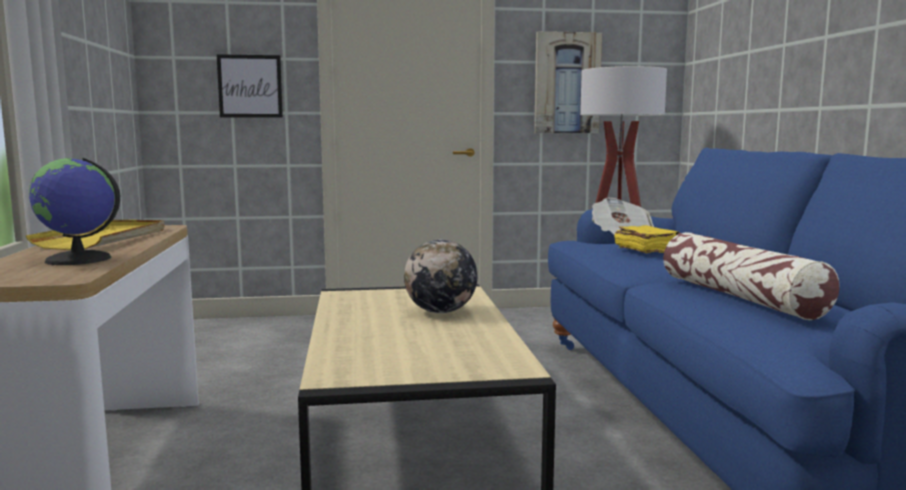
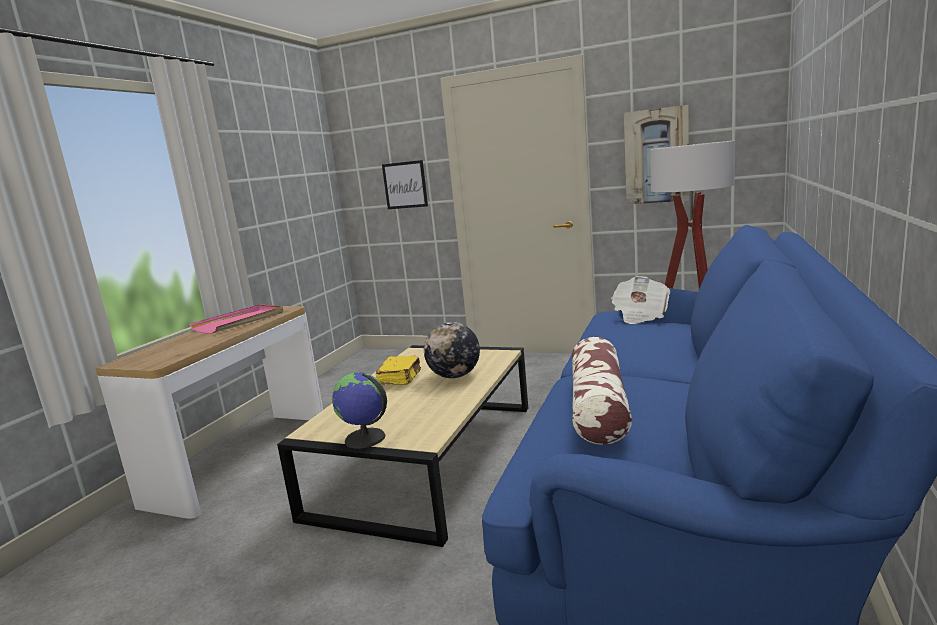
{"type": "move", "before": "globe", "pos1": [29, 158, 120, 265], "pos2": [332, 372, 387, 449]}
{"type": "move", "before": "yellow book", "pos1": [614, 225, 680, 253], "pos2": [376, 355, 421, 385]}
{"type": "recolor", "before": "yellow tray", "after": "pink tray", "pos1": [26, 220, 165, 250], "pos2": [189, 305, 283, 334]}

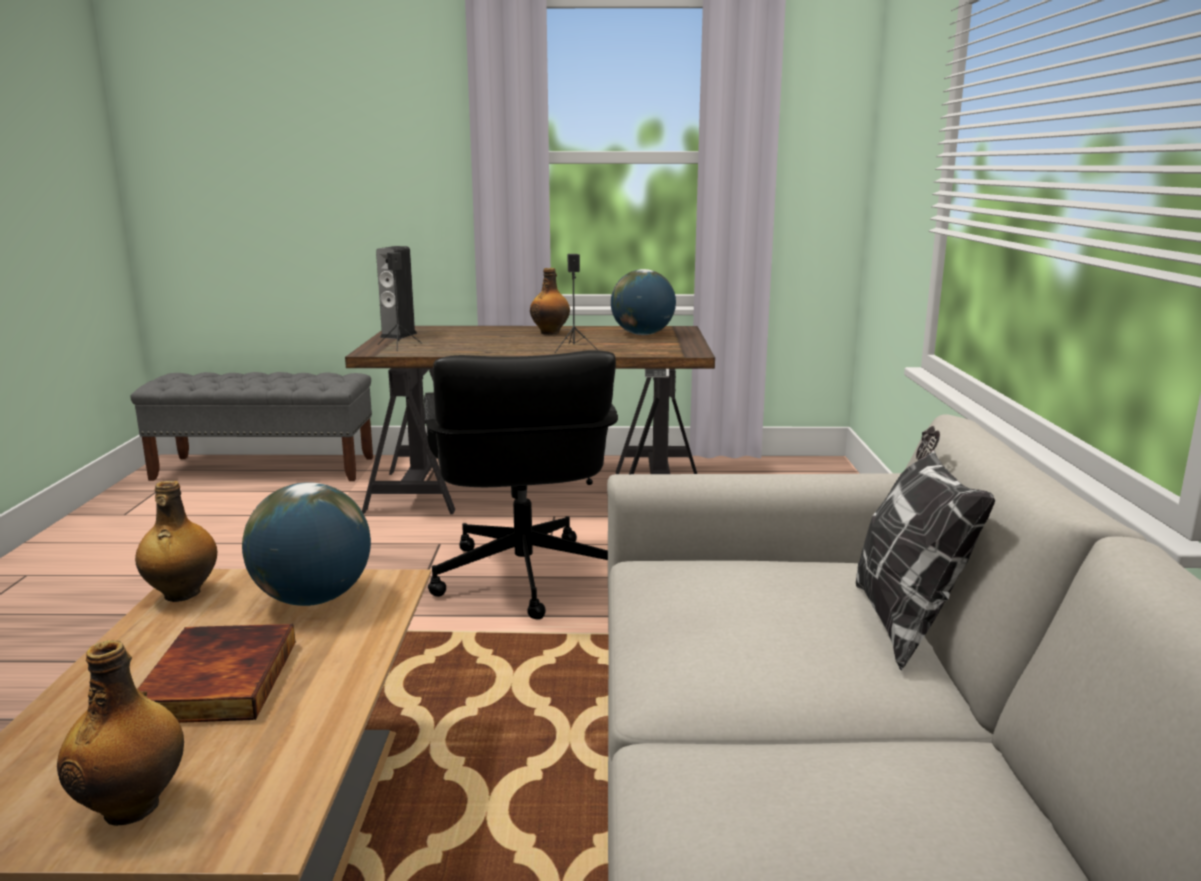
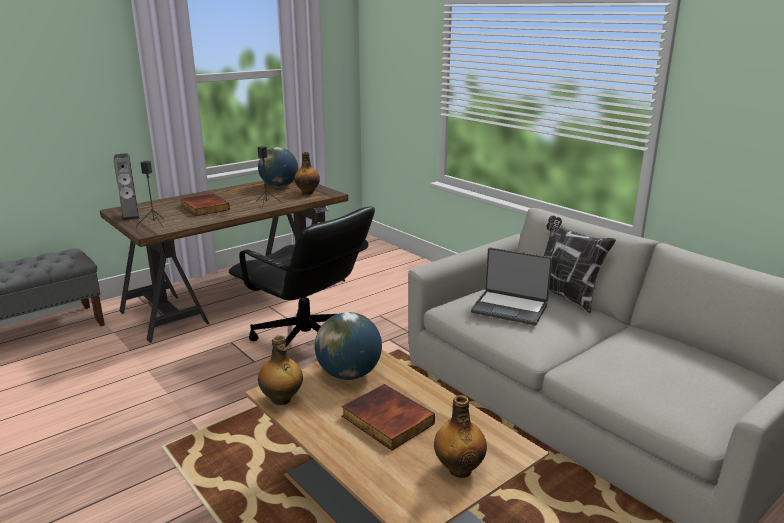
{"type": "insert", "after": "book", "pos2": [180, 193, 230, 216]}
{"type": "insert", "after": "laptop", "pos2": [471, 247, 552, 325]}
{"type": "move", "before": "bottle", "pos1": [530, 268, 570, 335], "pos2": [294, 152, 320, 195]}

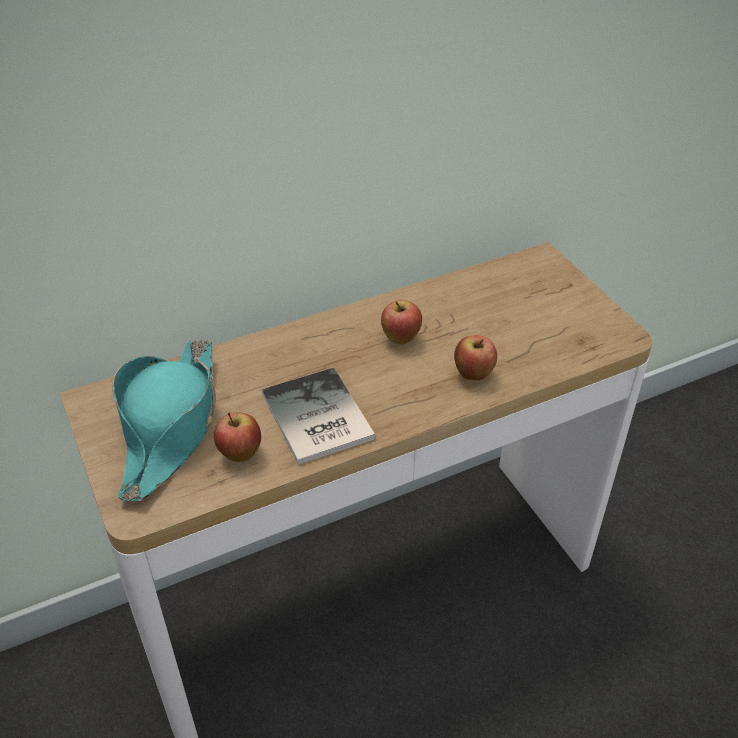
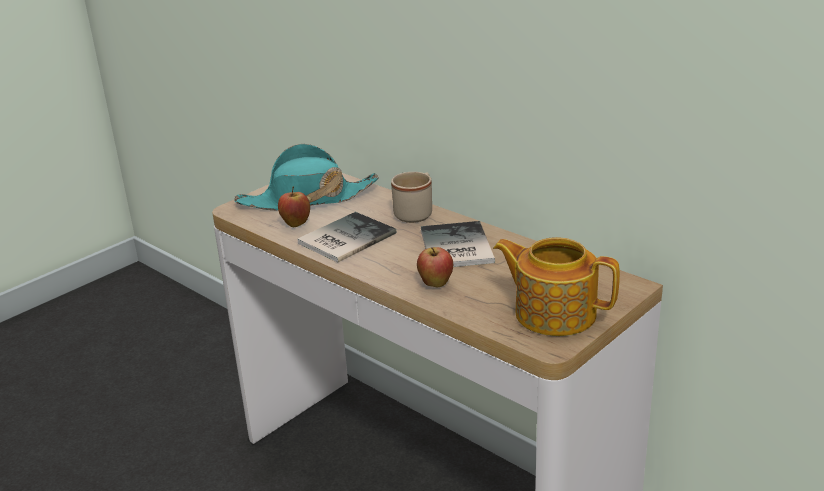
{"type": "insert", "after": "beige mug", "pos2": [391, 172, 432, 223]}
{"type": "insert", "after": "teapot", "pos2": [493, 237, 620, 336]}
{"type": "replace", "before": "apple", "after": "book", "pos1": [381, 300, 422, 344], "pos2": [421, 221, 495, 267]}

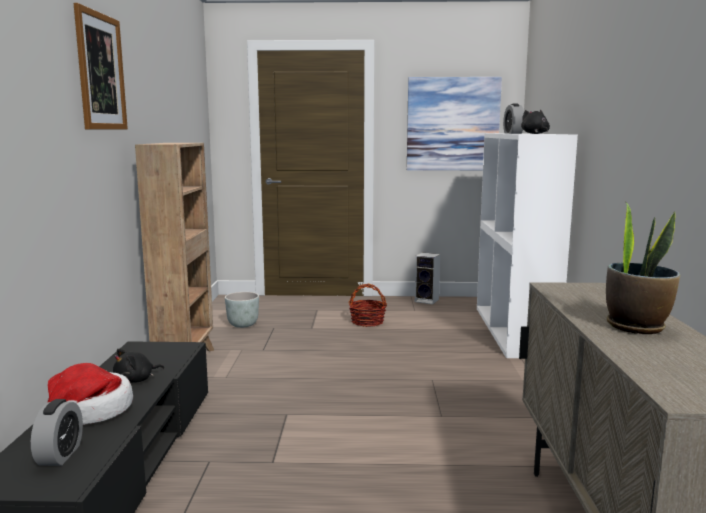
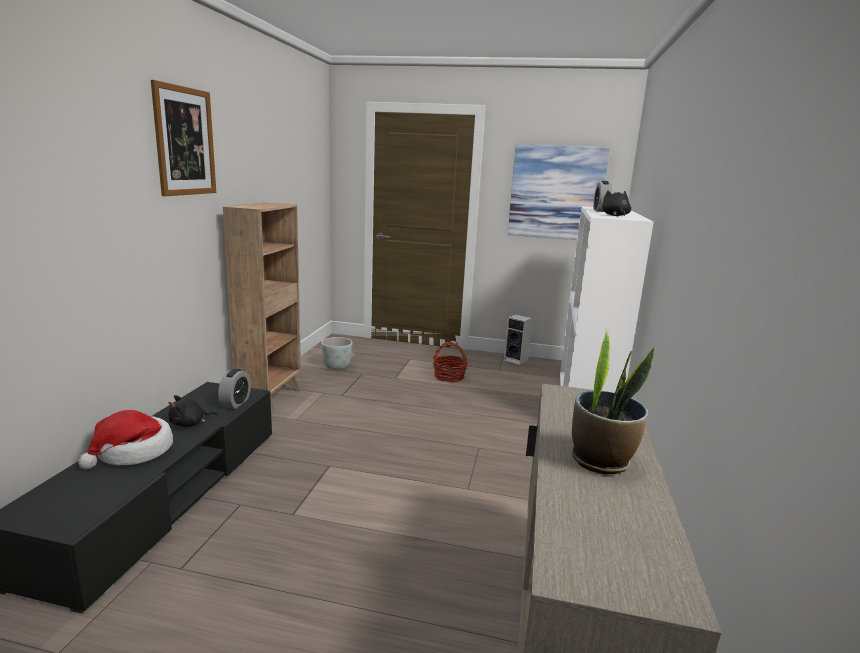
{"type": "move", "before": "alarm clock", "pos1": [31, 399, 83, 466], "pos2": [218, 369, 251, 409]}

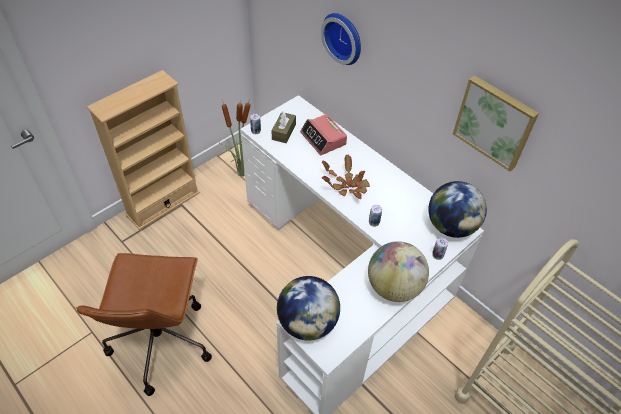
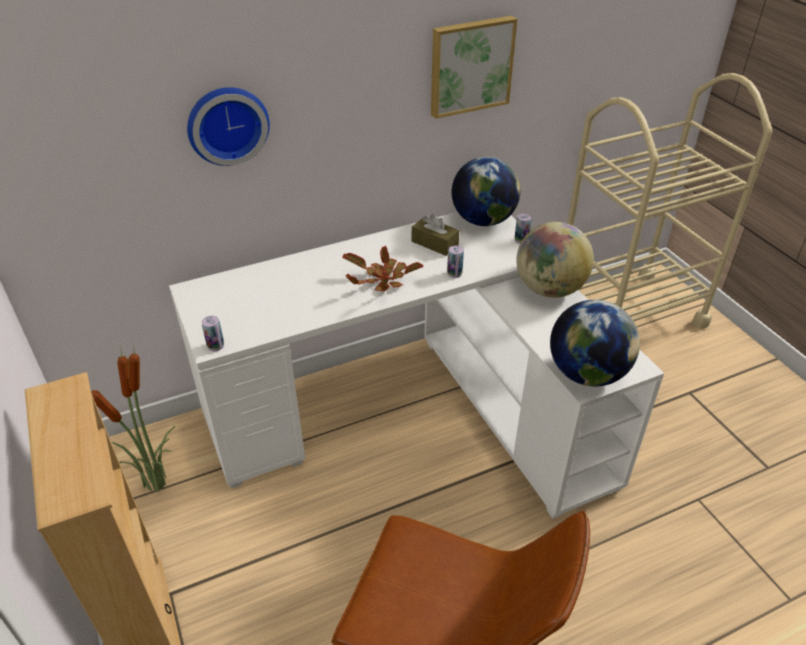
{"type": "delete", "before": "alarm clock", "pos1": [300, 114, 347, 155]}
{"type": "move", "before": "brown tissue box", "pos1": [271, 112, 296, 143], "pos2": [412, 213, 459, 256]}

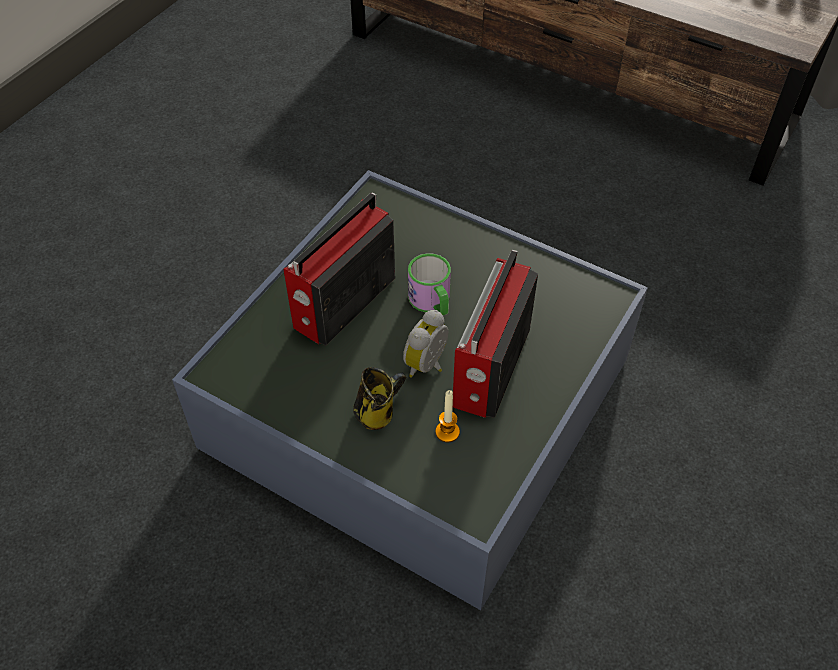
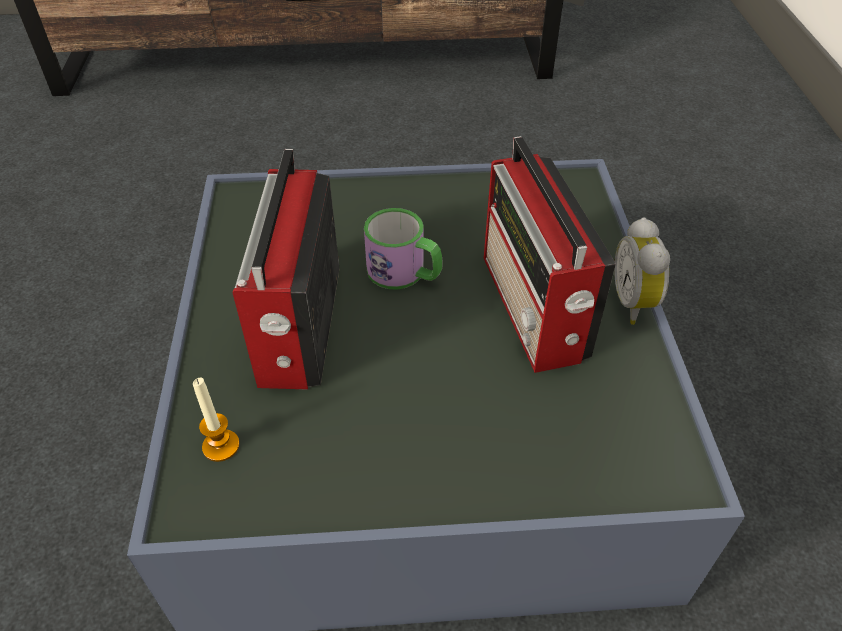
{"type": "delete", "before": "mug", "pos1": [353, 367, 406, 430]}
{"type": "move", "before": "alarm clock", "pos1": [403, 310, 448, 378], "pos2": [614, 217, 670, 325]}
{"type": "move", "before": "candle", "pos1": [435, 390, 460, 442], "pos2": [193, 378, 240, 462]}

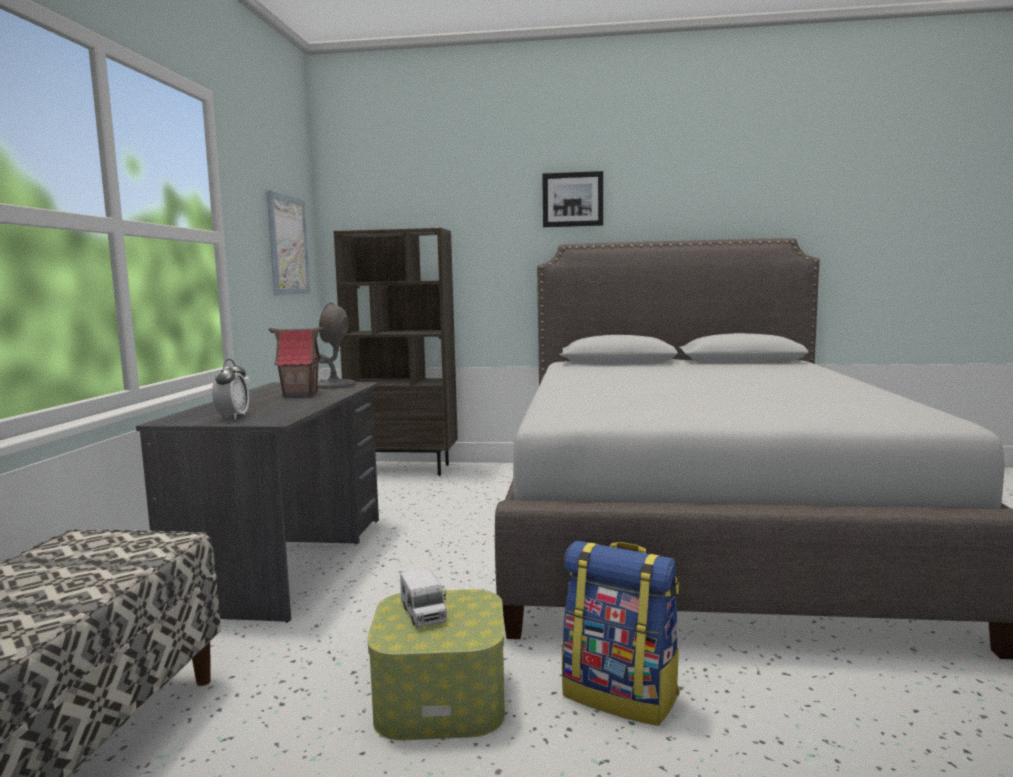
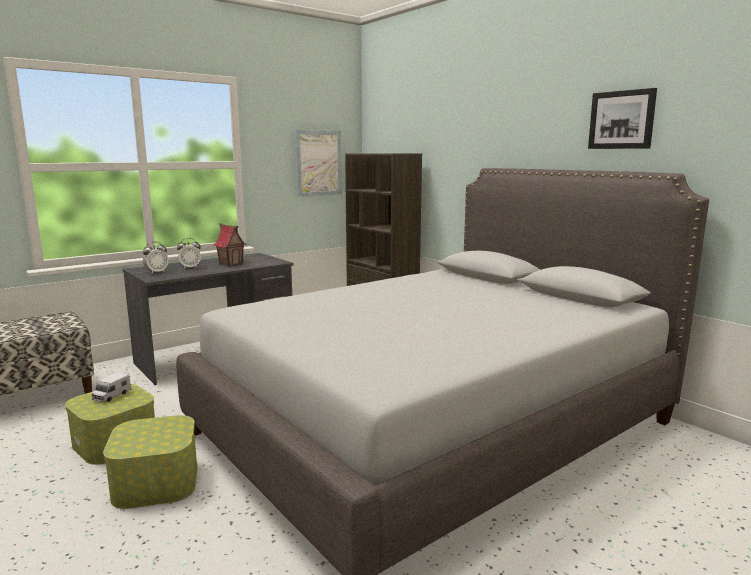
{"type": "delete", "before": "grey table lamp", "pos1": [317, 303, 356, 389]}
{"type": "insert", "after": "alarm clock", "pos2": [177, 238, 201, 269]}
{"type": "move", "before": "picture", "pos1": [542, 171, 603, 227], "pos2": [588, 88, 657, 149]}
{"type": "replace", "before": "backpack", "after": "storage box", "pos1": [562, 541, 680, 726], "pos2": [103, 415, 198, 509]}

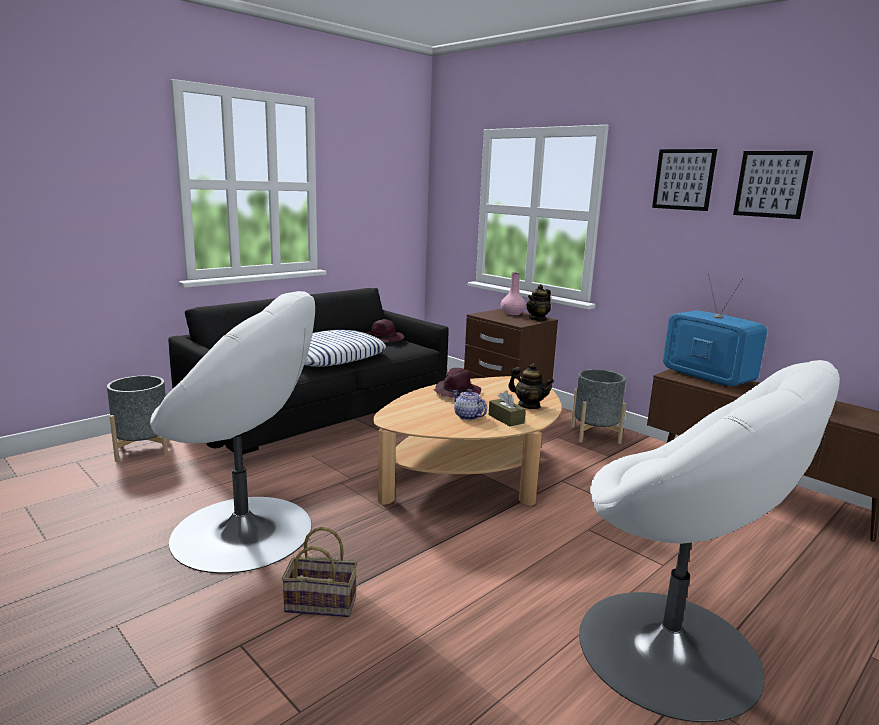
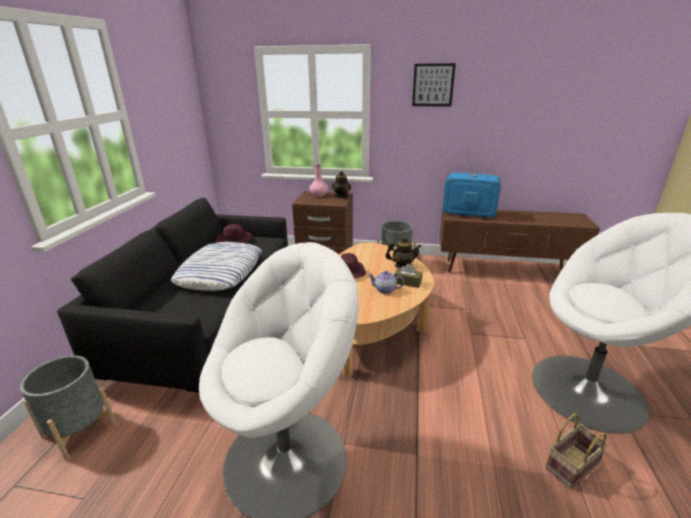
{"type": "delete", "before": "picture", "pos1": [733, 151, 813, 219]}
{"type": "move", "before": "basket", "pos1": [282, 527, 357, 617], "pos2": [545, 413, 608, 489]}

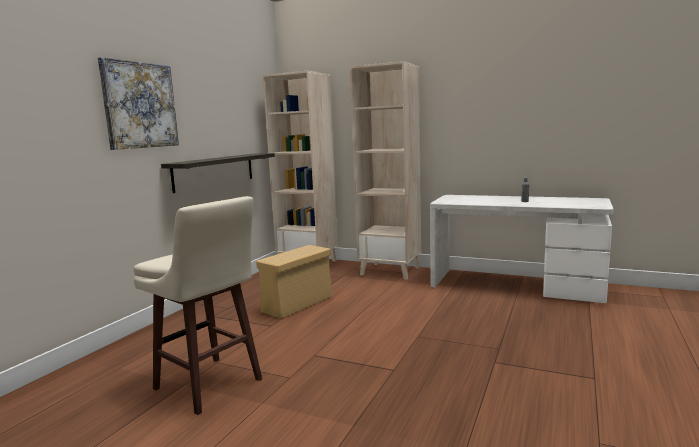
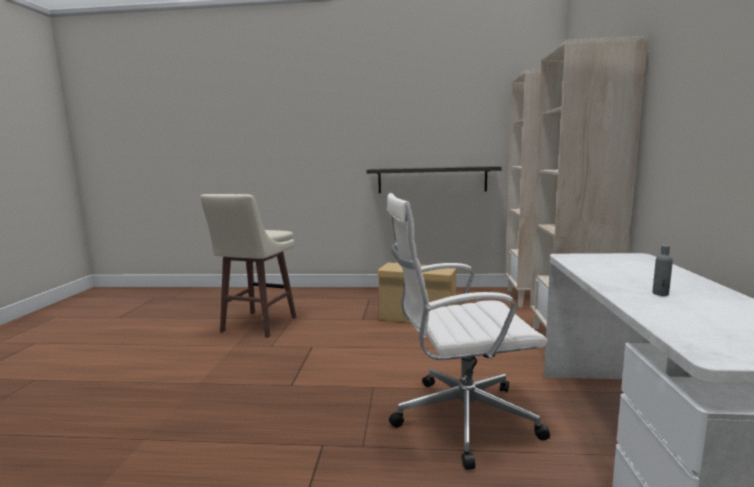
{"type": "delete", "before": "picture", "pos1": [98, 57, 179, 150]}
{"type": "insert", "after": "white office chair", "pos2": [387, 193, 550, 470]}

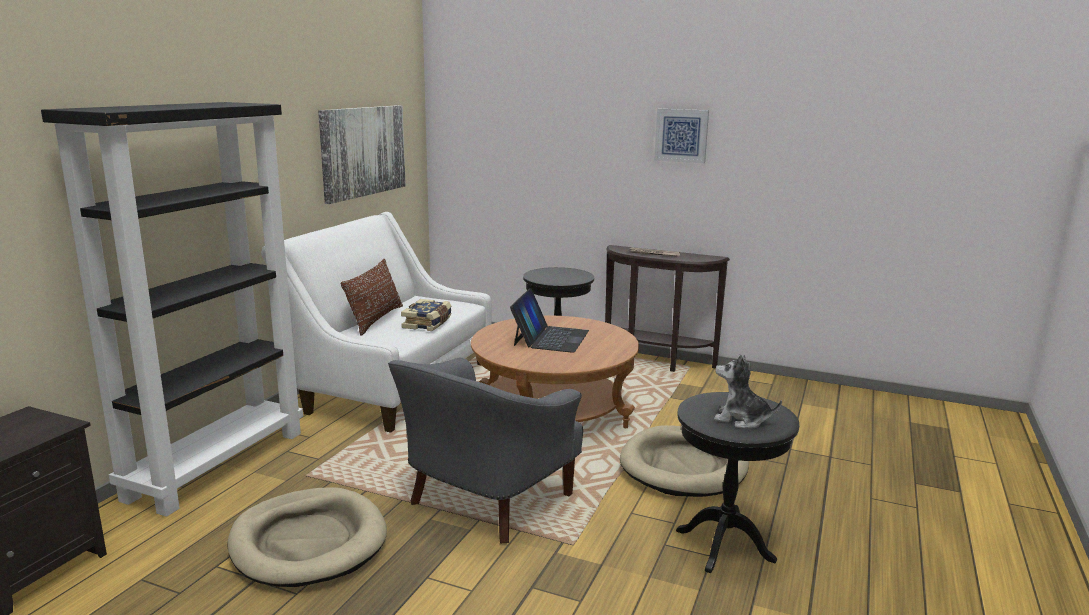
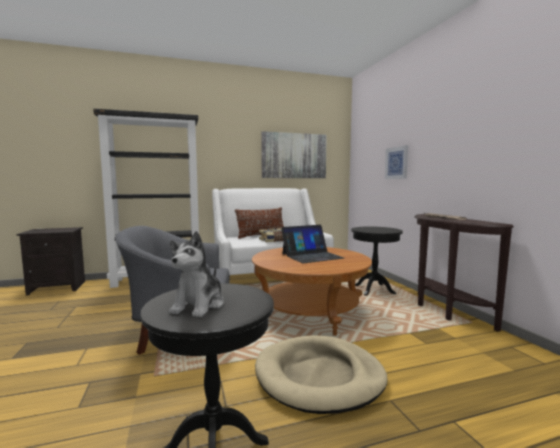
{"type": "delete", "before": "beige dog bed", "pos1": [228, 487, 387, 587]}
{"type": "move", "before": "picture", "pos1": [654, 109, 709, 163], "pos2": [385, 145, 408, 179]}
{"type": "rotate", "before": "plush toy", "pos1": [714, 354, 782, 429], "pos2": [169, 231, 224, 317], "turn": -150}

